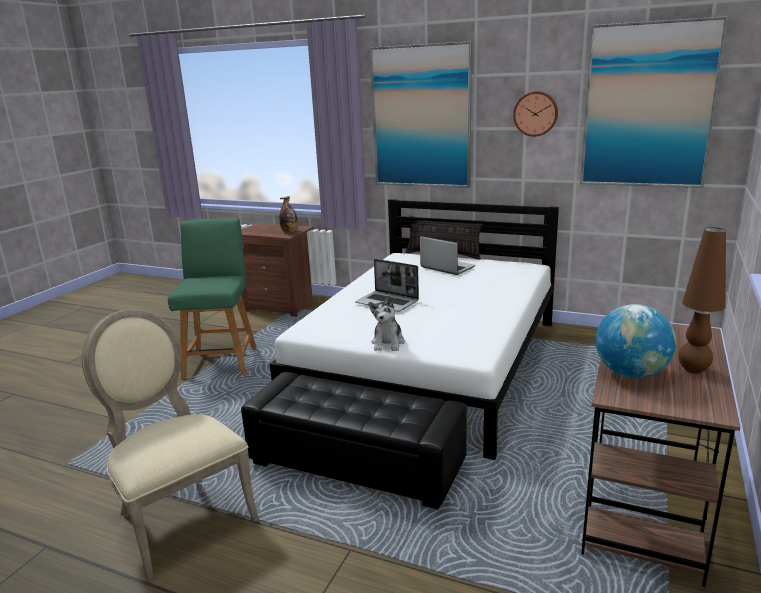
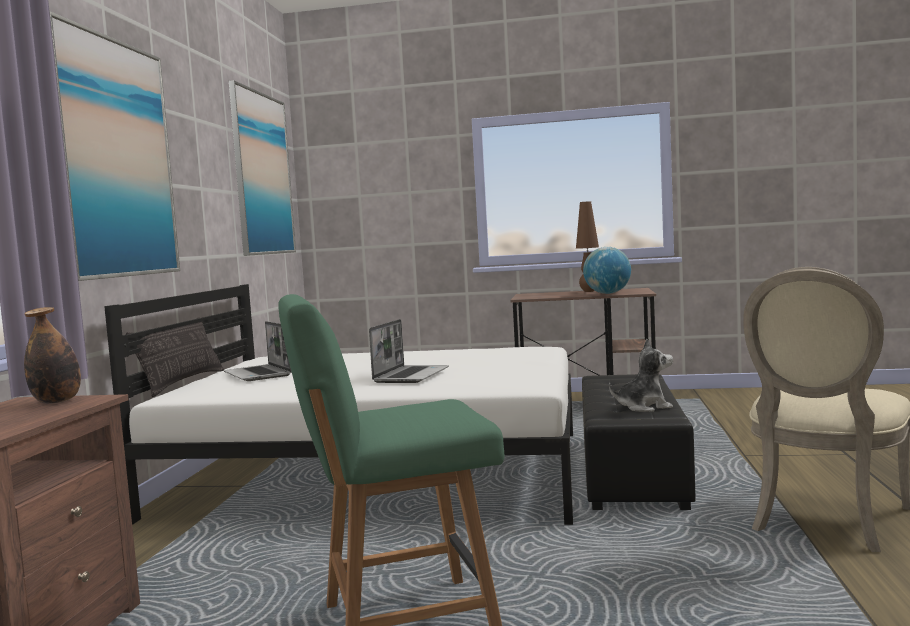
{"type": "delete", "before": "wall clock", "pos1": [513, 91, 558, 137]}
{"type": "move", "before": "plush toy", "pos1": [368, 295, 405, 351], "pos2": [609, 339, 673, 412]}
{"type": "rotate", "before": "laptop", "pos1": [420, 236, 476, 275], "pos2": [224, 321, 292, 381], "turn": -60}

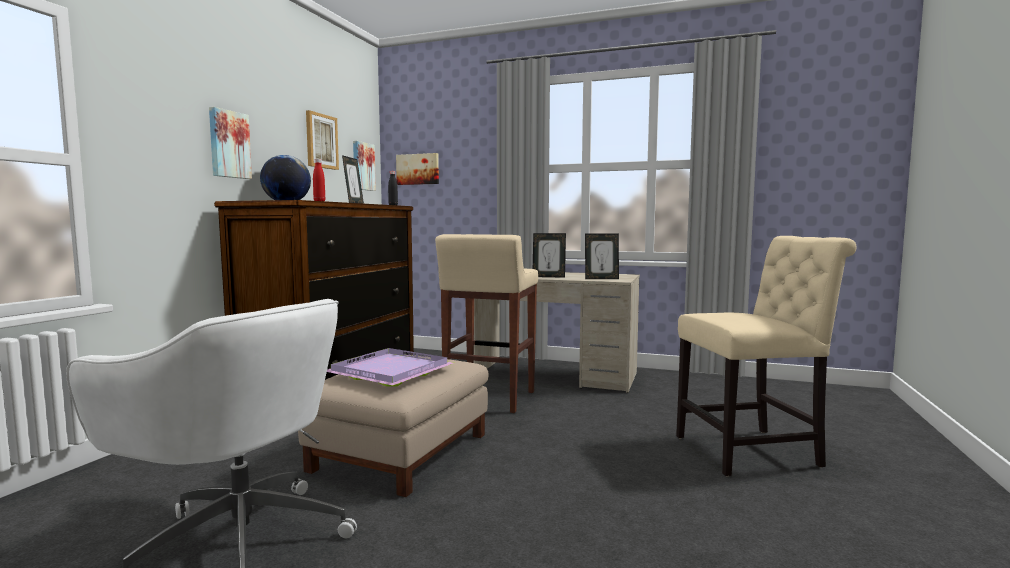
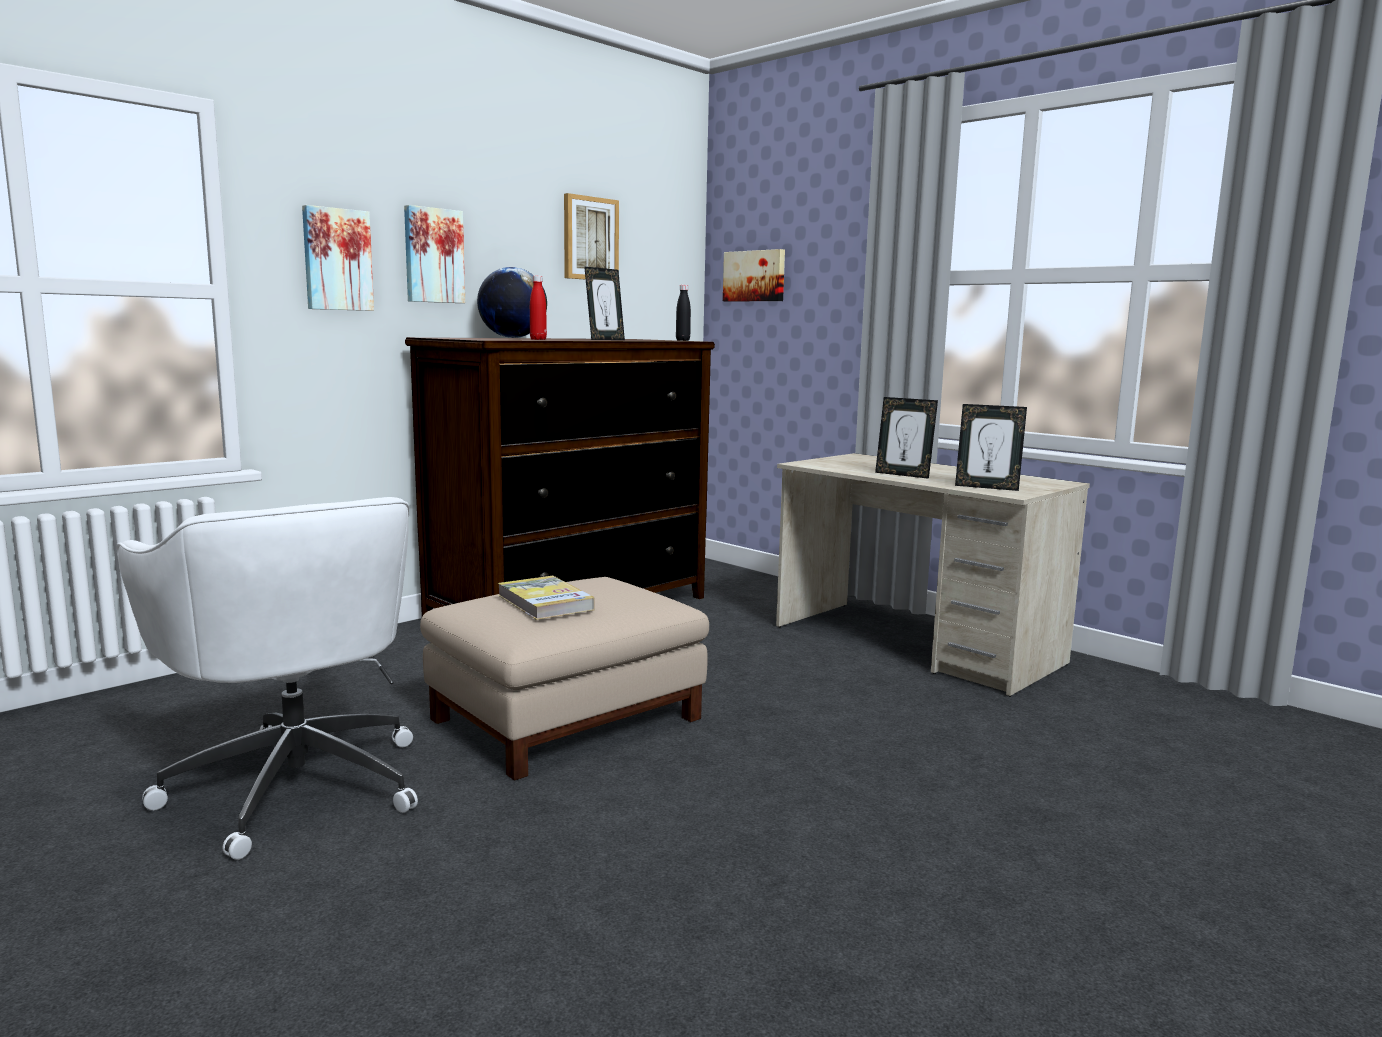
{"type": "delete", "before": "beige stool", "pos1": [435, 234, 538, 413]}
{"type": "delete", "before": "beige chair", "pos1": [676, 236, 856, 476]}
{"type": "move", "before": "picture", "pos1": [353, 141, 376, 191], "pos2": [302, 205, 374, 311]}
{"type": "replace", "before": "purple tray", "after": "book", "pos1": [327, 348, 453, 387], "pos2": [498, 576, 594, 620]}

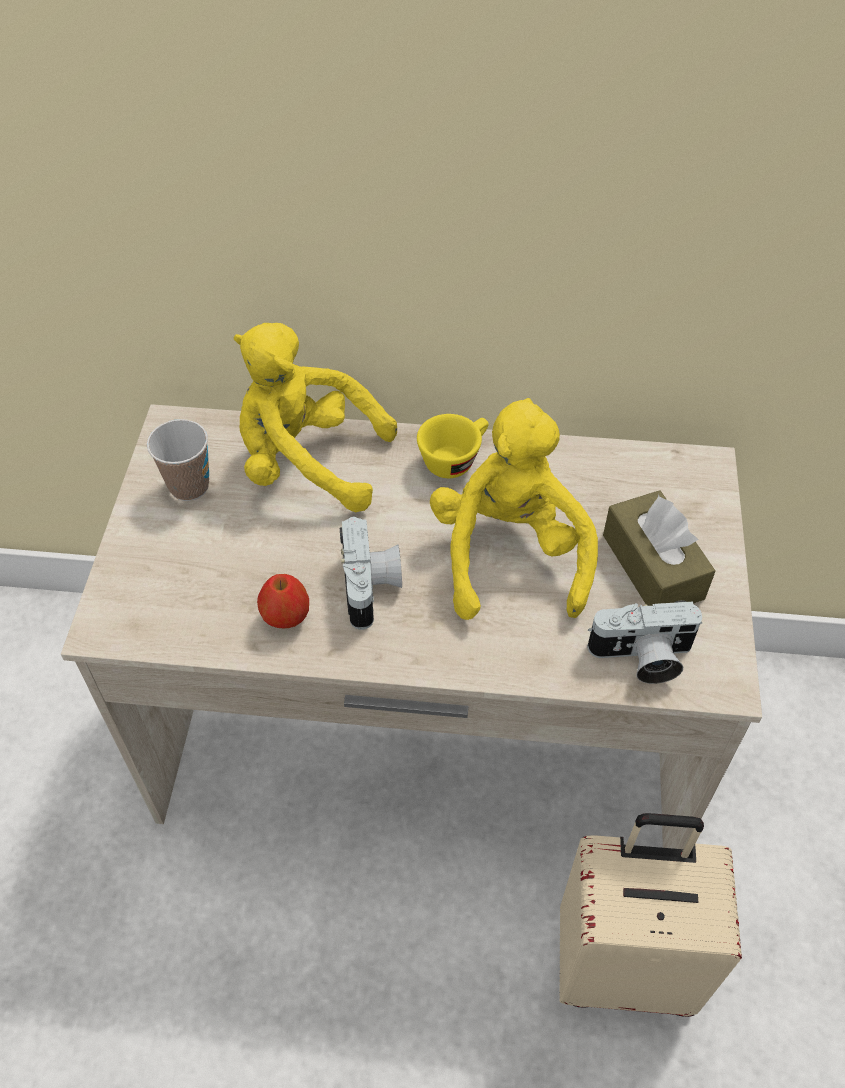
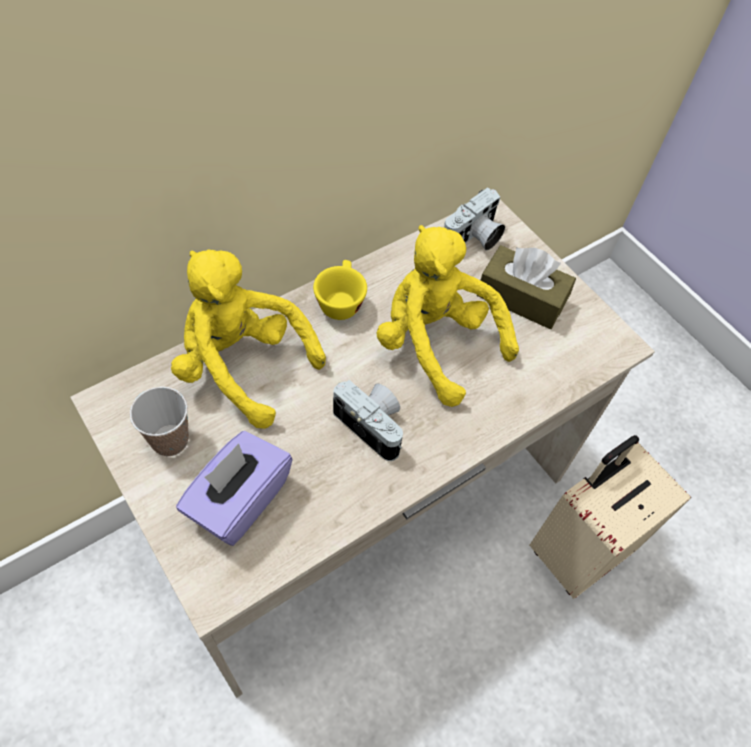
{"type": "delete", "before": "apple", "pos1": [257, 574, 309, 628]}
{"type": "insert", "after": "purple tissue box", "pos2": [176, 431, 293, 546]}
{"type": "move", "before": "photo camera", "pos1": [587, 600, 702, 684], "pos2": [444, 187, 505, 251]}
{"type": "rotate", "before": "yellow plush toy", "pos1": [234, 323, 397, 513], "pos2": [171, 250, 326, 429], "turn": 60}

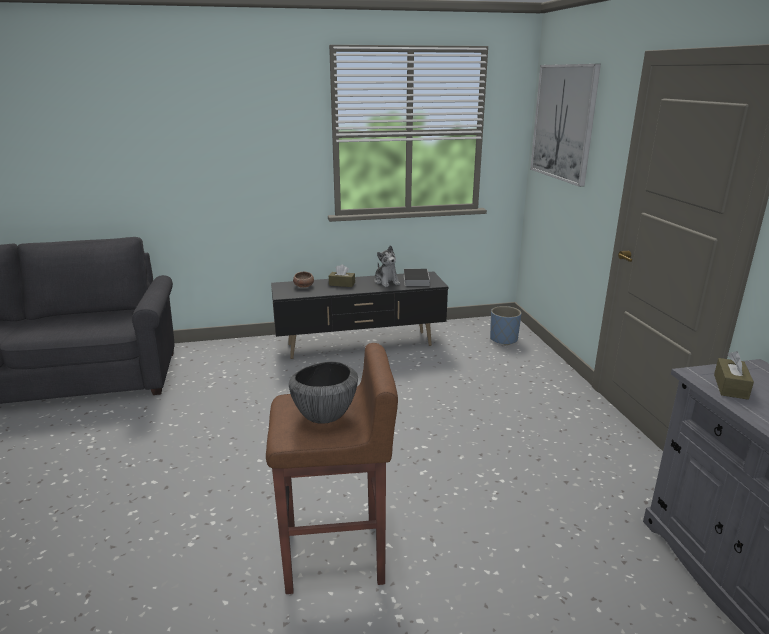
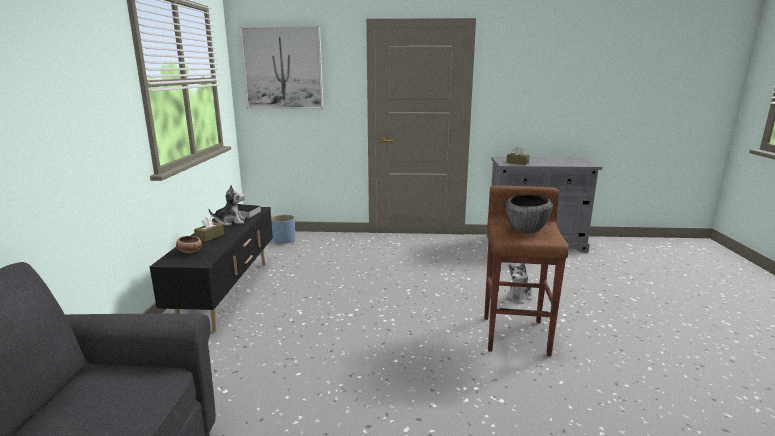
{"type": "insert", "after": "plush toy", "pos2": [506, 263, 532, 304]}

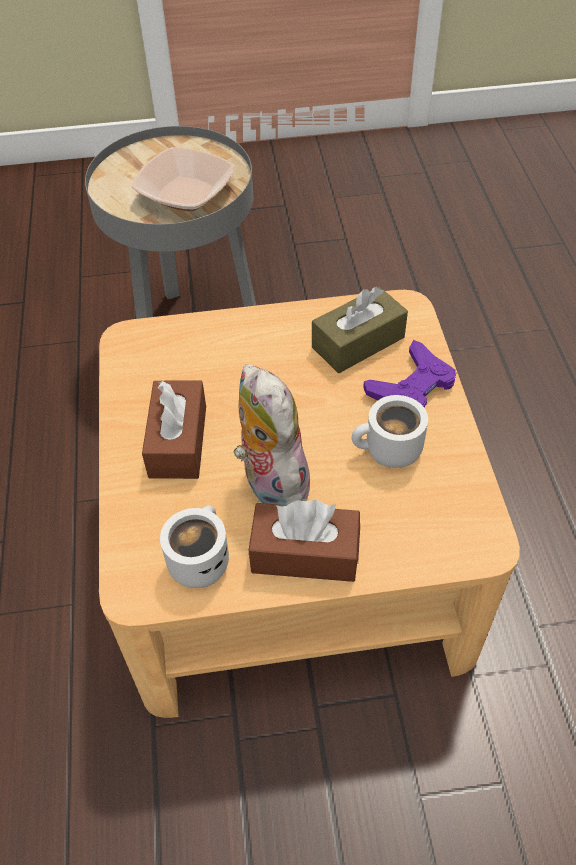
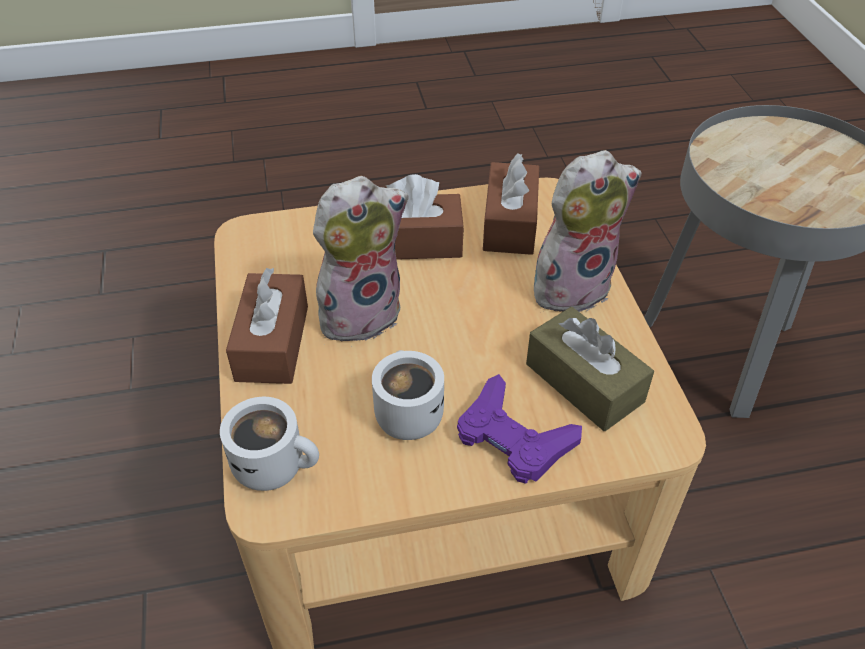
{"type": "delete", "before": "bowl", "pos1": [131, 147, 234, 211]}
{"type": "insert", "after": "brown tissue box", "pos2": [483, 153, 539, 255]}
{"type": "insert", "after": "plush toy", "pos2": [534, 150, 642, 312]}
{"type": "move", "before": "white mug", "pos1": [160, 505, 229, 588], "pos2": [220, 397, 319, 491]}

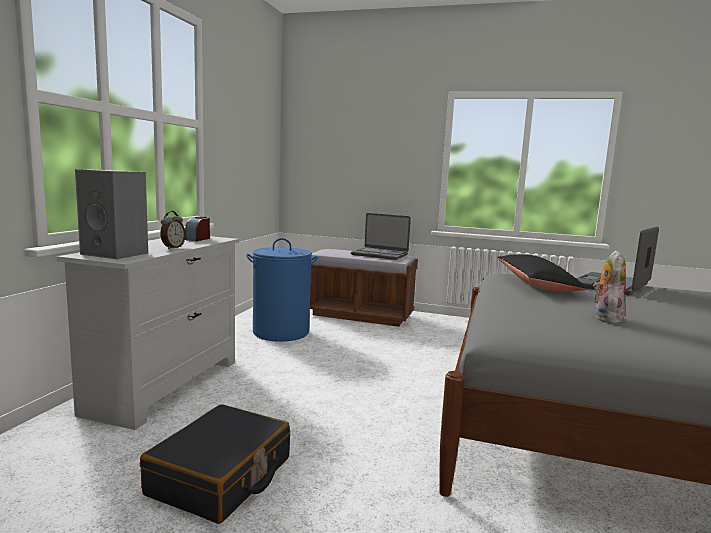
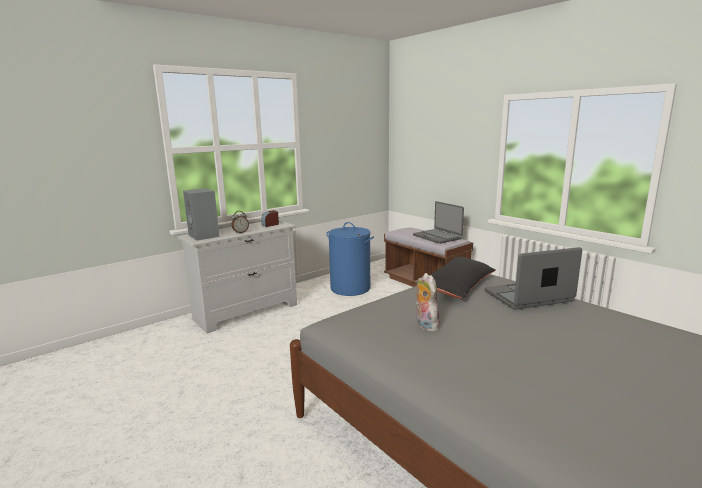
{"type": "delete", "before": "black suitcase", "pos1": [140, 404, 290, 524]}
{"type": "rotate", "before": "plush toy", "pos1": [593, 250, 626, 324], "pos2": [415, 273, 440, 332], "turn": -75}

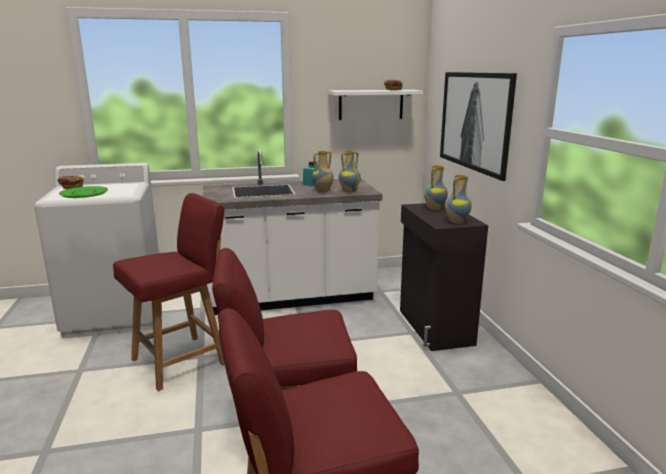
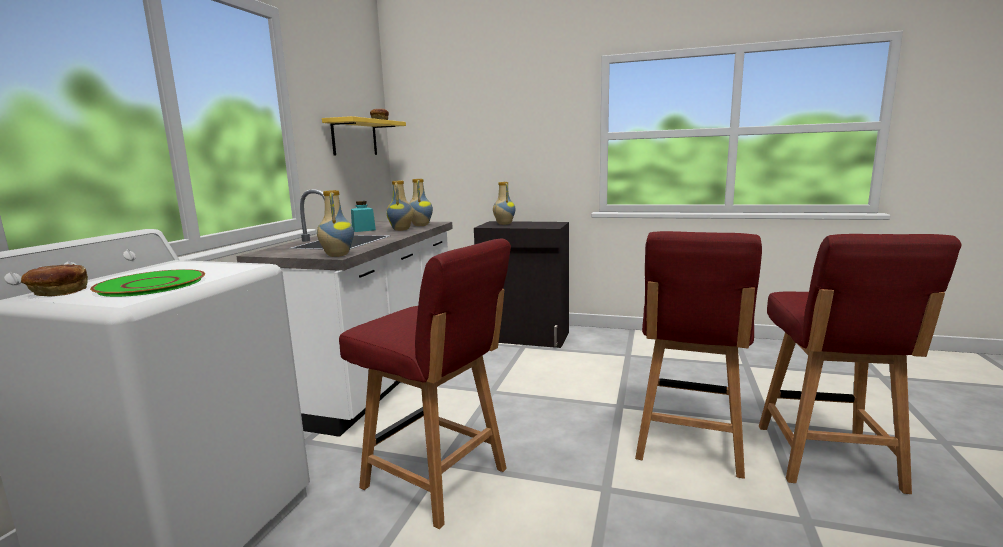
{"type": "delete", "before": "picture", "pos1": [440, 72, 517, 181]}
{"type": "move", "before": "vase", "pos1": [445, 175, 472, 224], "pos2": [317, 190, 354, 257]}
{"type": "recolor", "before": "white shelf", "after": "yellow shelf", "pos1": [328, 90, 423, 120], "pos2": [322, 116, 406, 156]}
{"type": "rotate", "before": "red chair", "pos1": [113, 193, 225, 391], "pos2": [339, 239, 511, 529], "turn": 135}

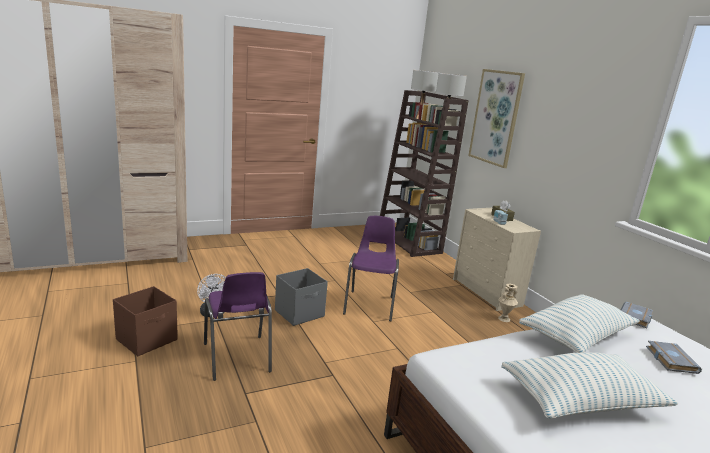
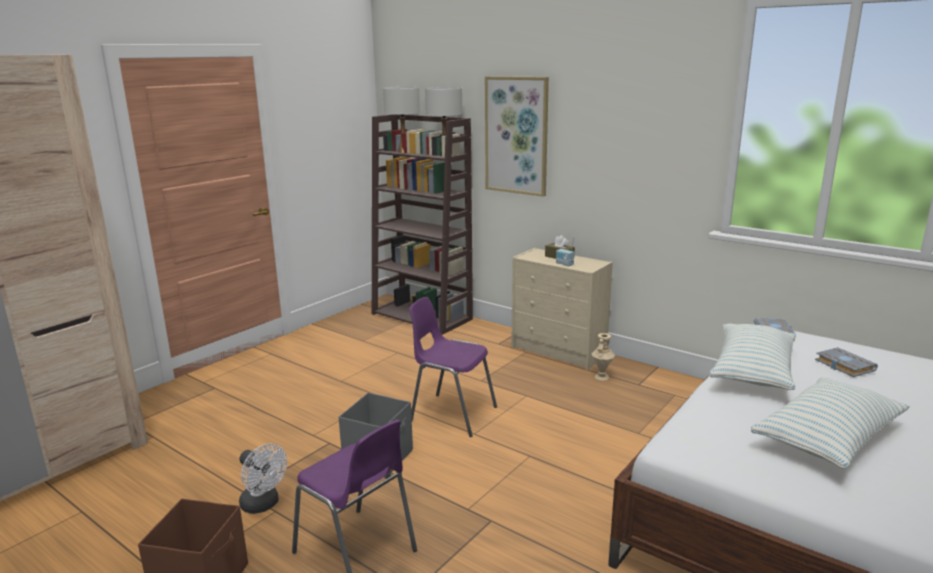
{"type": "rotate", "before": "purple chair", "pos1": [343, 216, 399, 321], "pos2": [409, 297, 497, 437], "turn": -45}

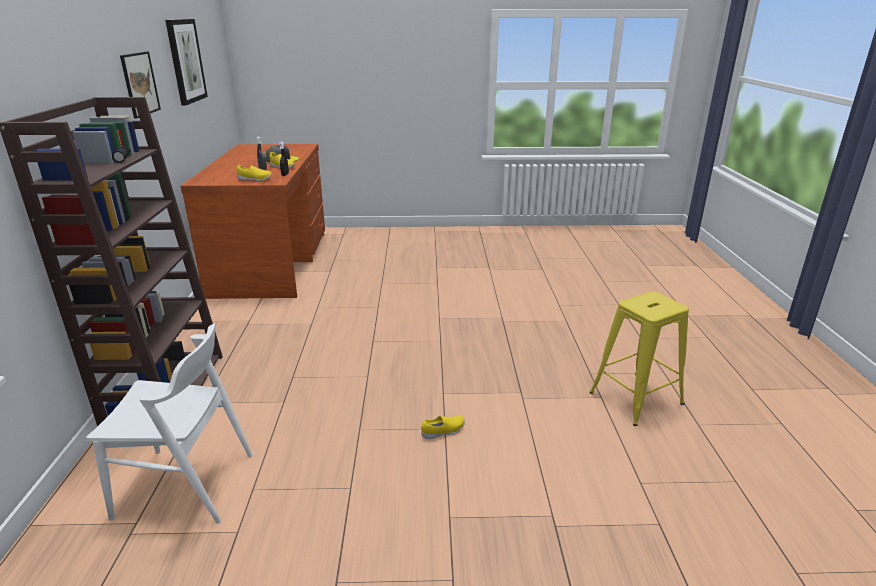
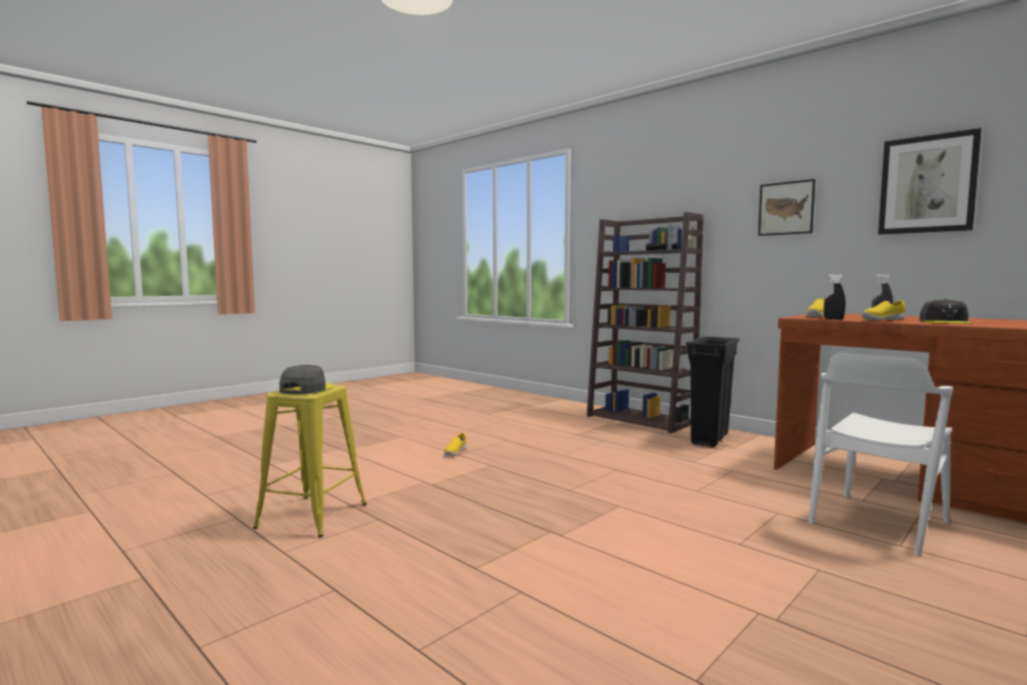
{"type": "insert", "after": "grey cap", "pos2": [279, 365, 334, 394]}
{"type": "insert", "after": "black trash can", "pos2": [686, 337, 740, 447]}
{"type": "move", "before": "white chair", "pos1": [86, 323, 253, 524], "pos2": [809, 352, 953, 556]}

